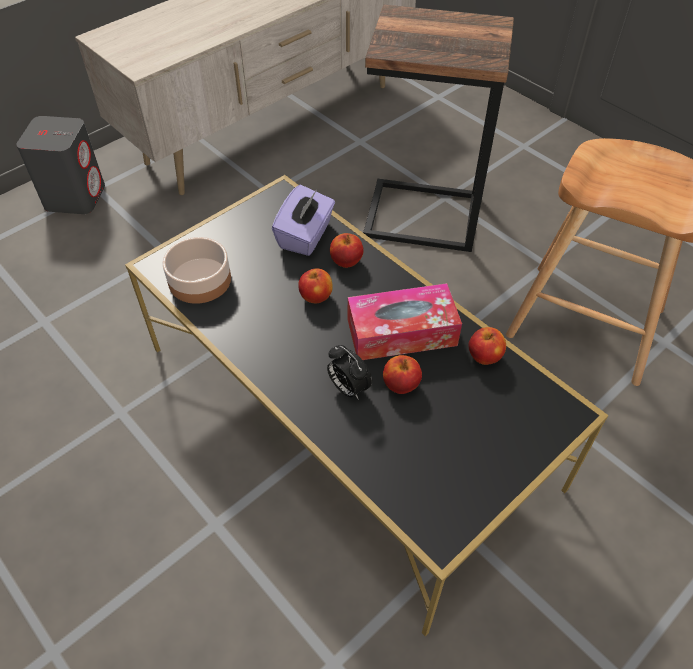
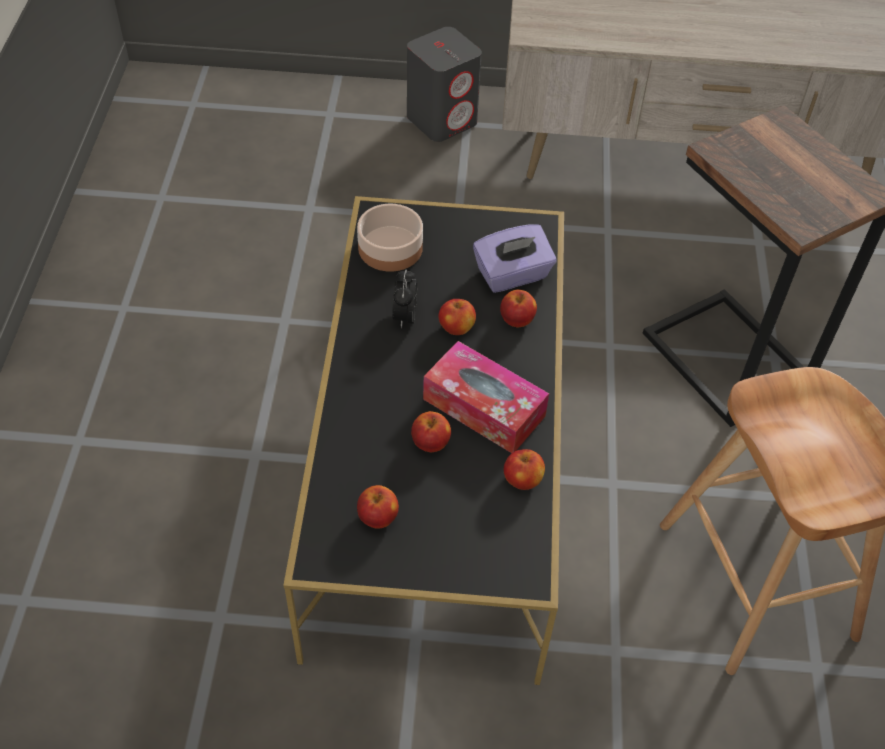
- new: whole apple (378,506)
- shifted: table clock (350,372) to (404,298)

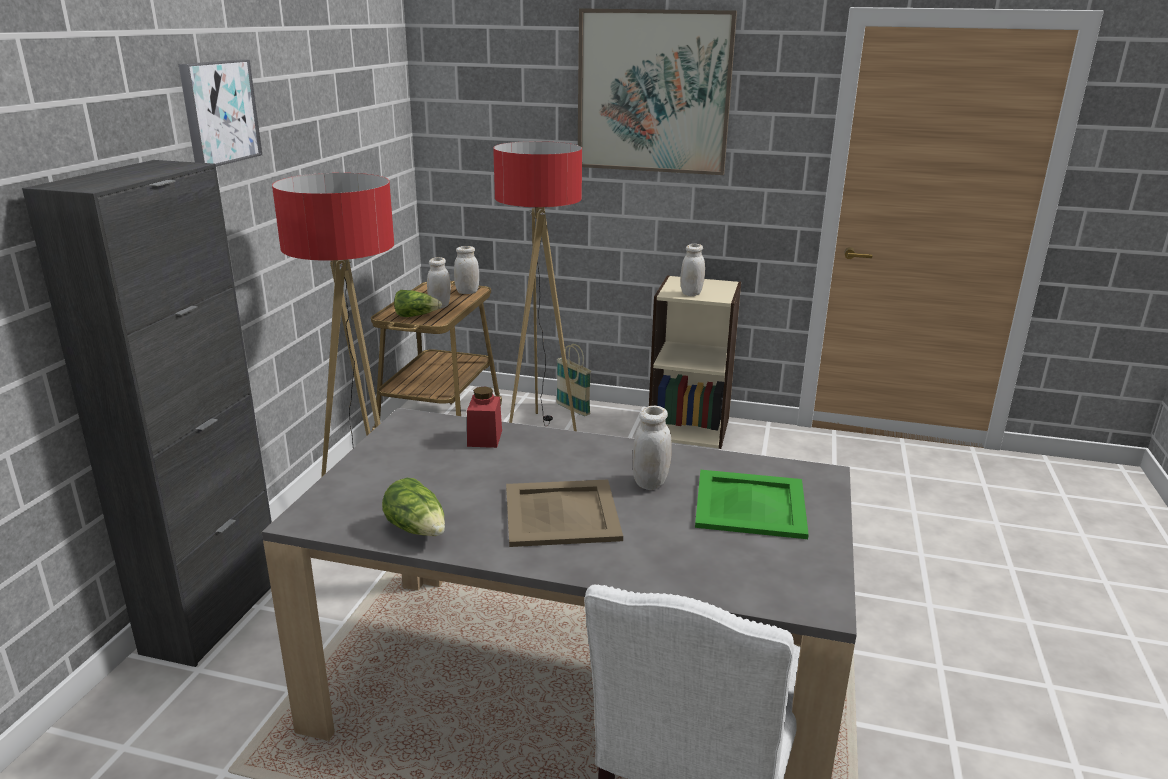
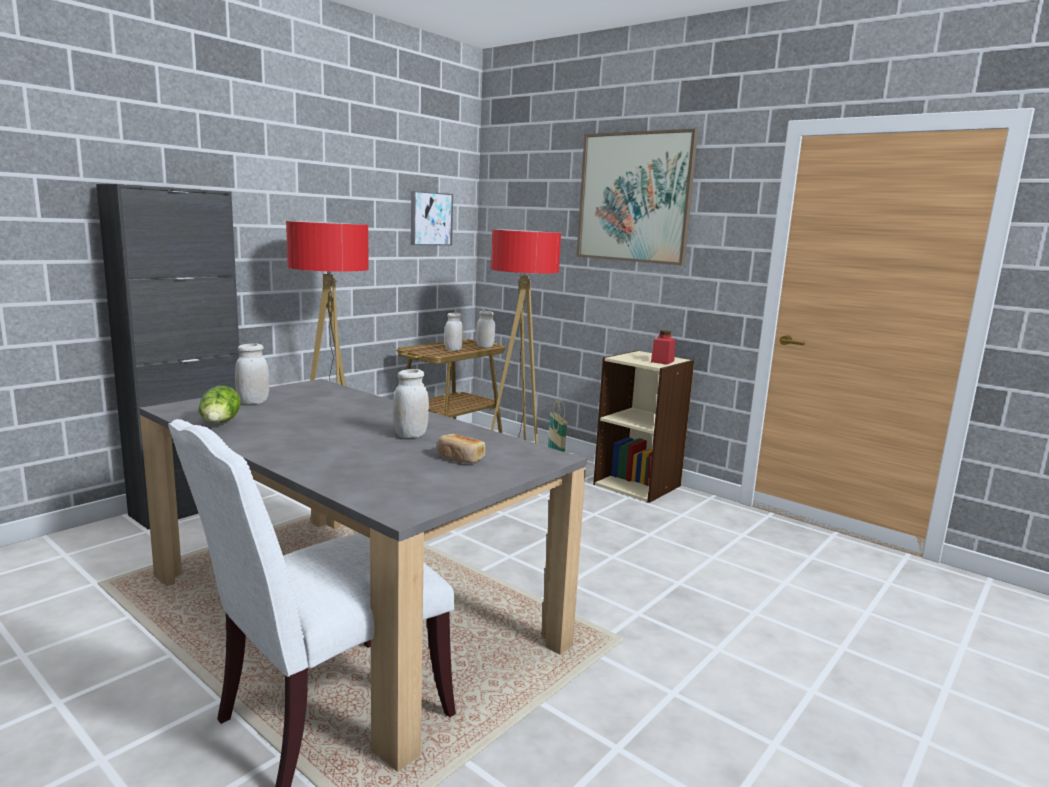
- gone: lettuce head (418,303)
- gone: beige serving tray (564,513)
- shifted: wall picture (220,113) to (432,218)
- shifted: reddish jar (484,417) to (663,347)
- shifted: whitish jar (693,270) to (252,373)
- swapped: greenish serving tray (752,504) to bread (461,448)

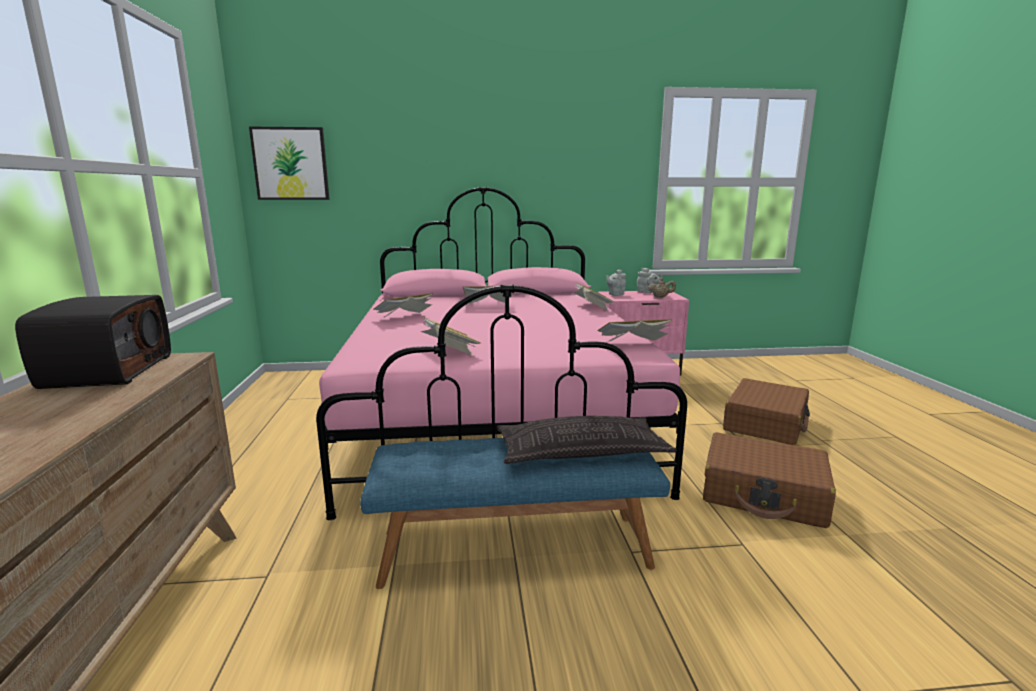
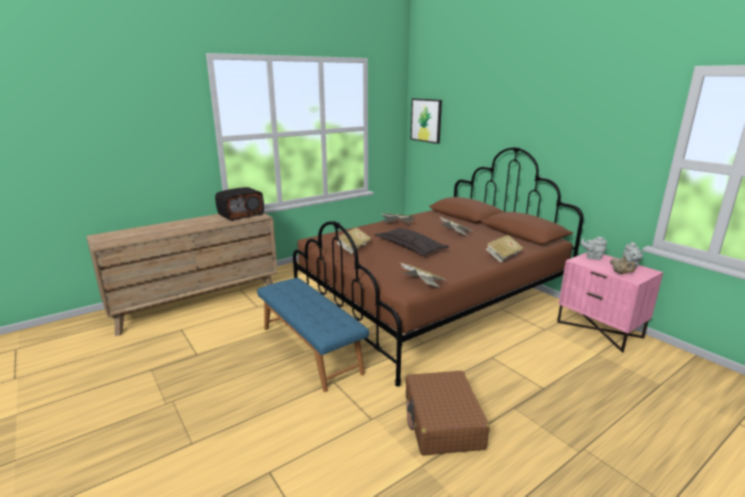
- gone: brown piece of luggage (766,411)
- shifted: throw pillow (587,440) to (412,242)
- repainted: pinkish bedroom bed (501,353) to brown bedroom bed (438,267)

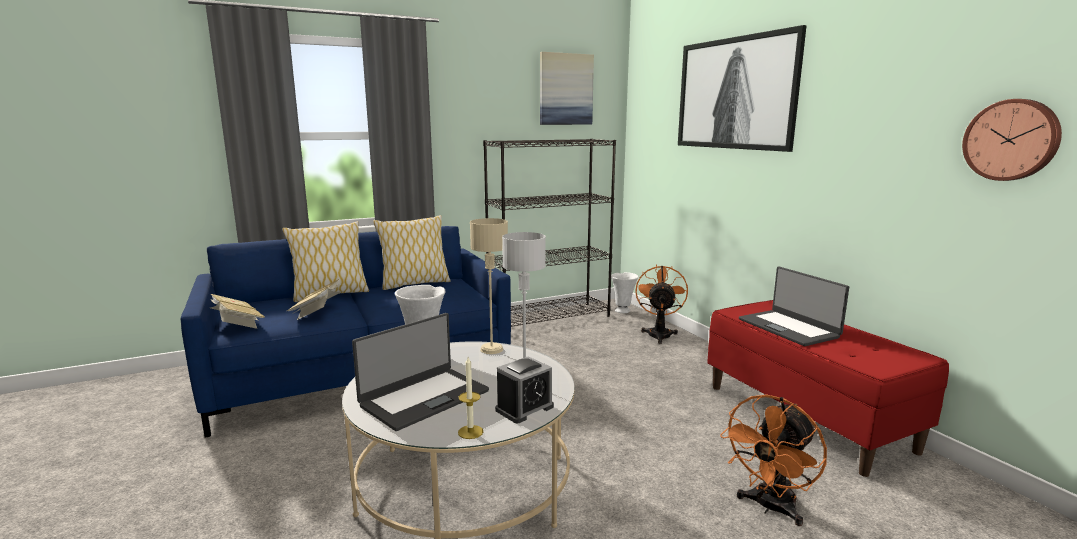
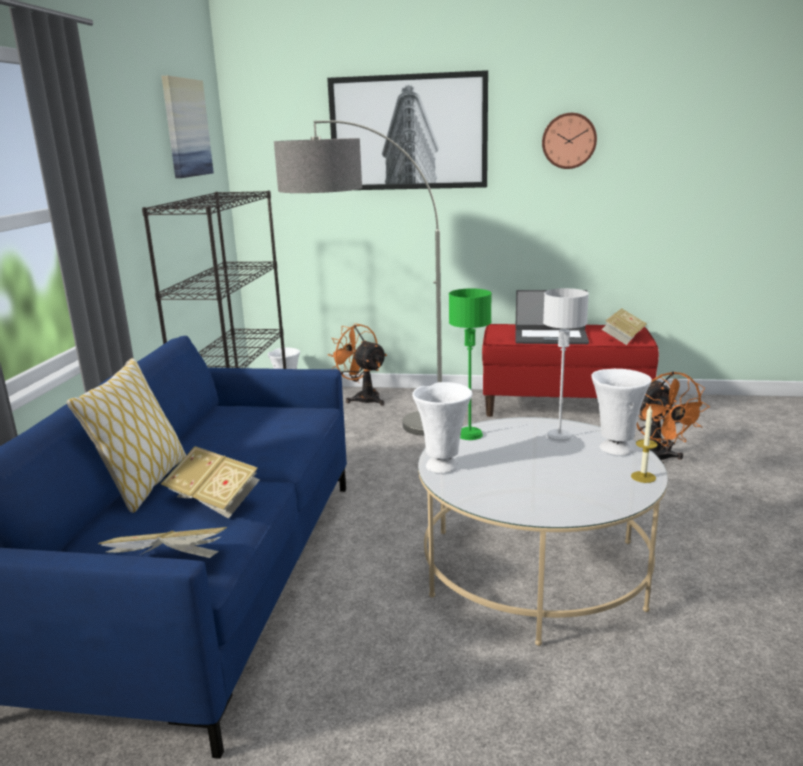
- gone: portable computer (420,372)
- gone: throw pillow (412,252)
- new: floor lamp (358,278)
- new: volume (624,326)
- shifted: clock on the wall (1012,140) to (569,141)
- swapped: table clock (524,390) to whitish flower vase (621,412)
- repainted: beige tabletop lamp (489,286) to greenish tabletop lamp (470,364)

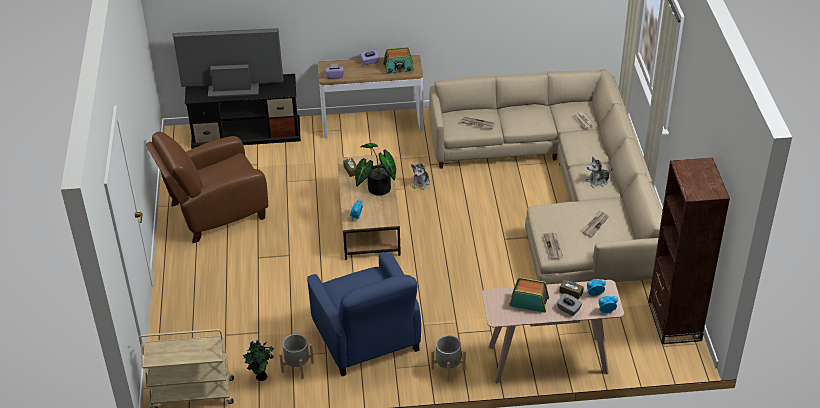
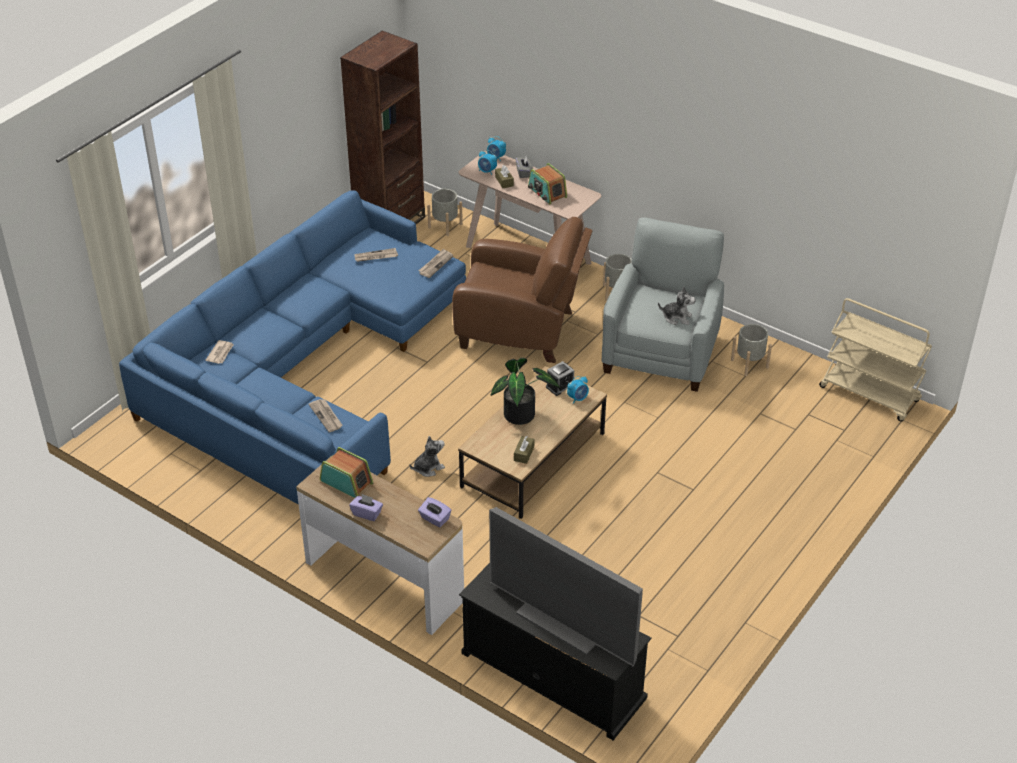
- gone: houseplant (258,360)
- new: grey flower pot (445,212)
- new: table clock (560,378)
- shifted: brown easy chair (207,187) to (522,290)
- shifted: soft toy (599,172) to (677,306)
- repainted: blue easy chair (364,314) to grey easy chair (663,304)
- repainted: beige settee (545,177) to blue settee (292,348)

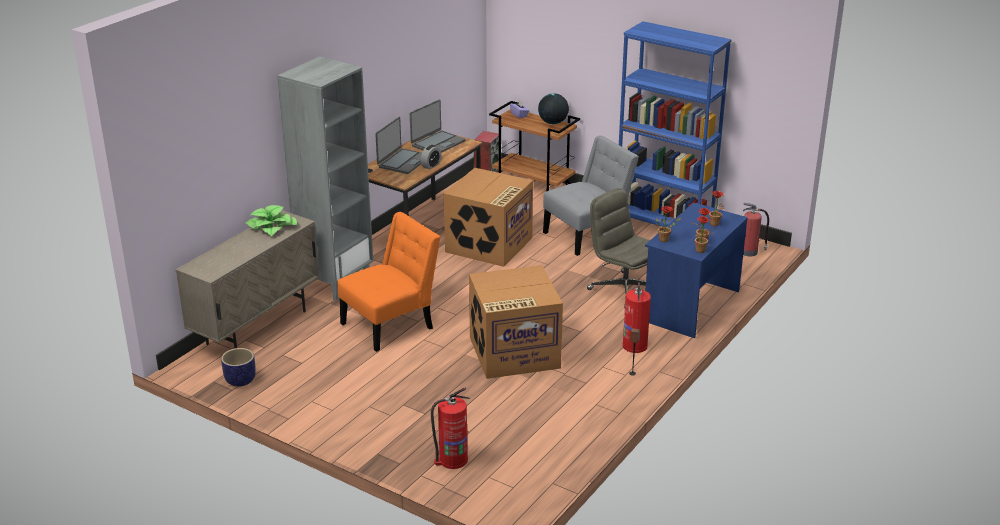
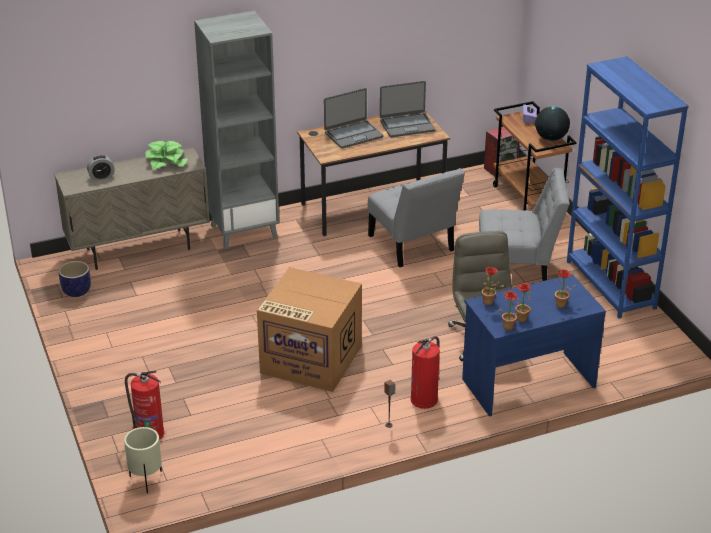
- gone: orange chair (388,282)
- gone: fire extinguisher (756,229)
- new: beige flower pot (143,460)
- shifted: table clock (431,157) to (101,168)
- swapped: cardboard box (488,217) to grey chair (416,217)

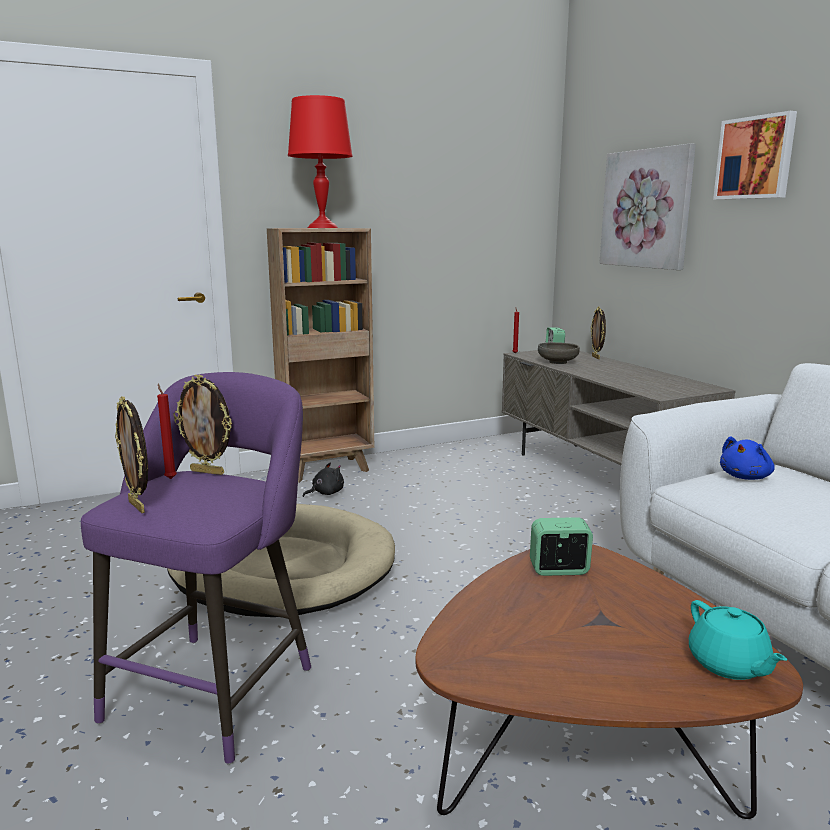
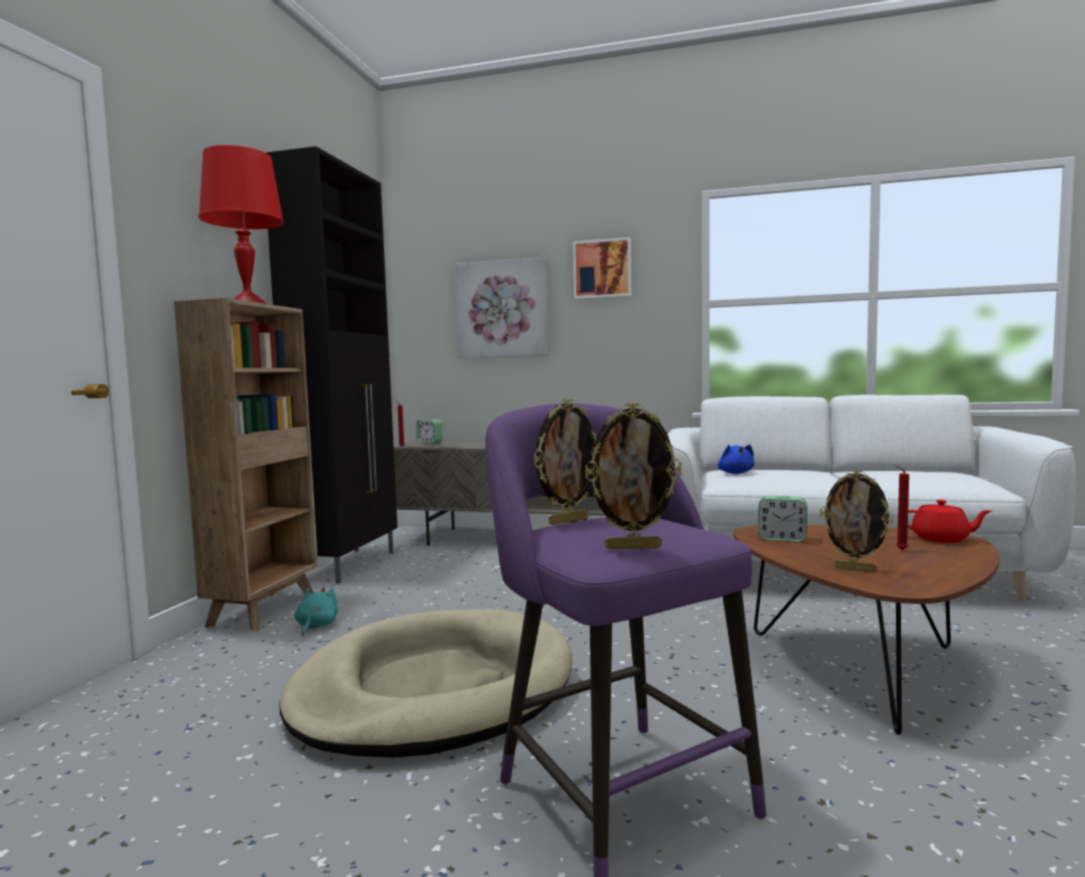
- gone: grey deep dish (559,353)
- new: black-coloured storage cabinet (331,365)
- shifted: reddish candle (167,431) to (902,507)
- shifted: standing frame (598,333) to (857,521)
- repainted: black-coloured soft toy (323,480) to turquoise-coloured soft toy (316,611)
- repainted: turquoise-coloured pot for tea (738,640) to reddish pot for tea (950,521)
- rotated: table clock (561,546) = (782,519) 105 degrees counterclockwise

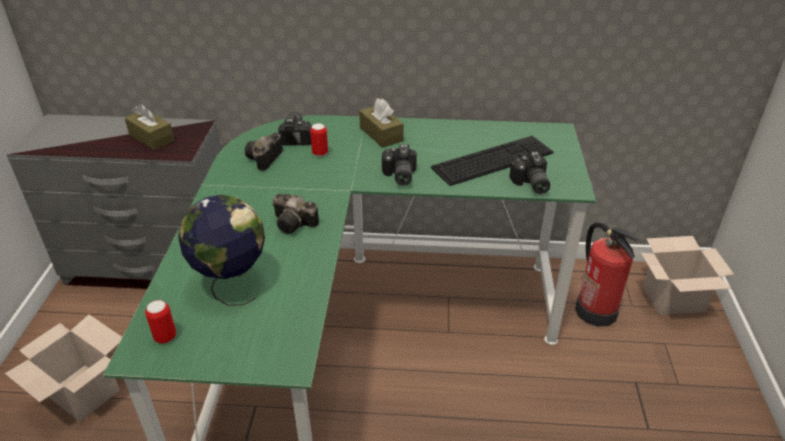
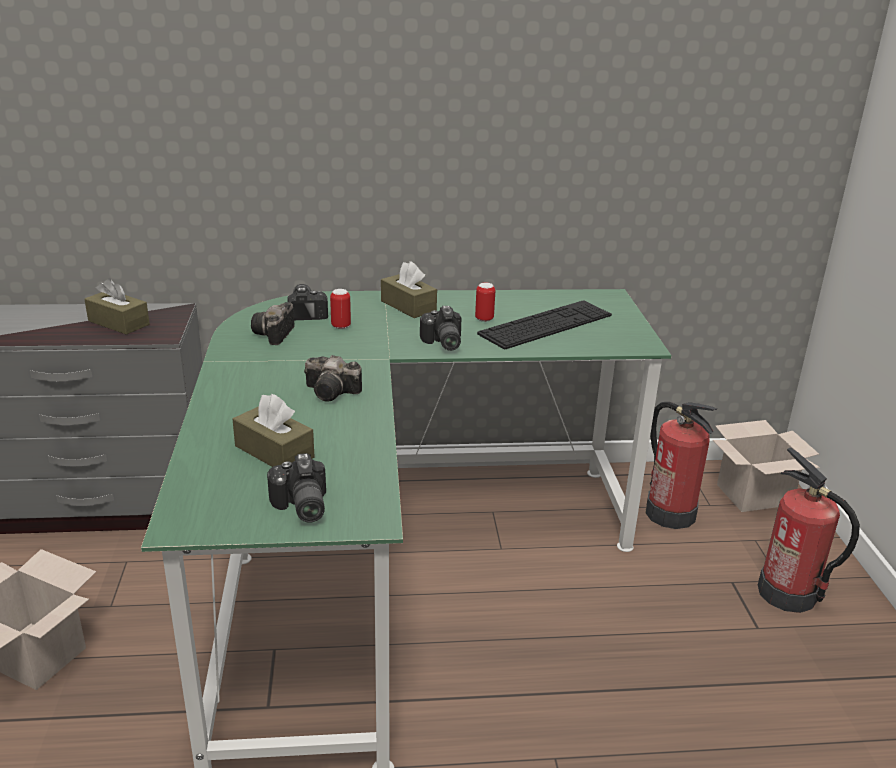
- new: fire extinguisher (809,530)
- shifted: metal can (160,321) to (485,302)
- shifted: photo camera (529,173) to (296,488)
- swapped: desk globe (221,250) to brown box of tissues (273,430)

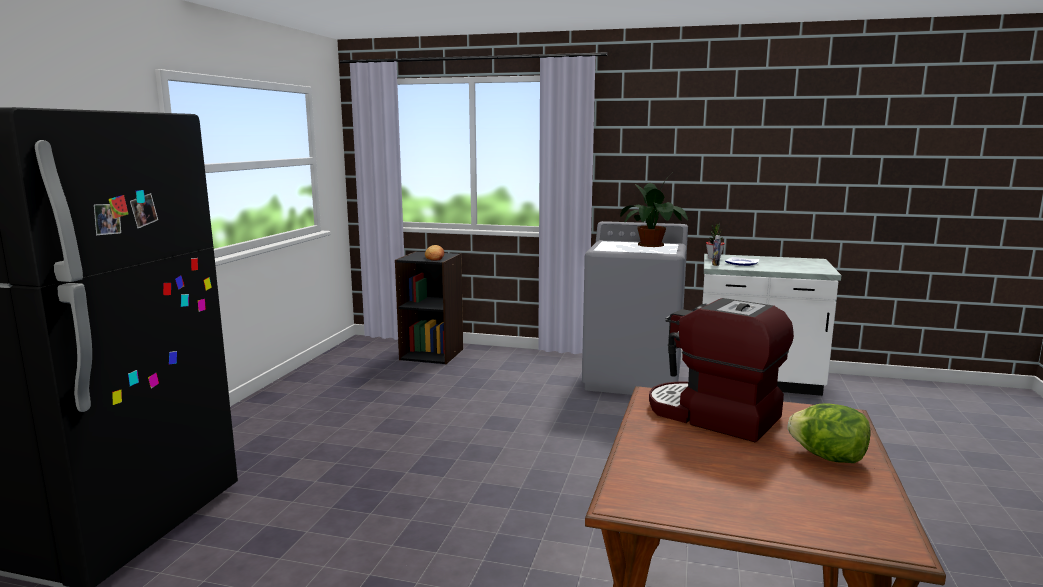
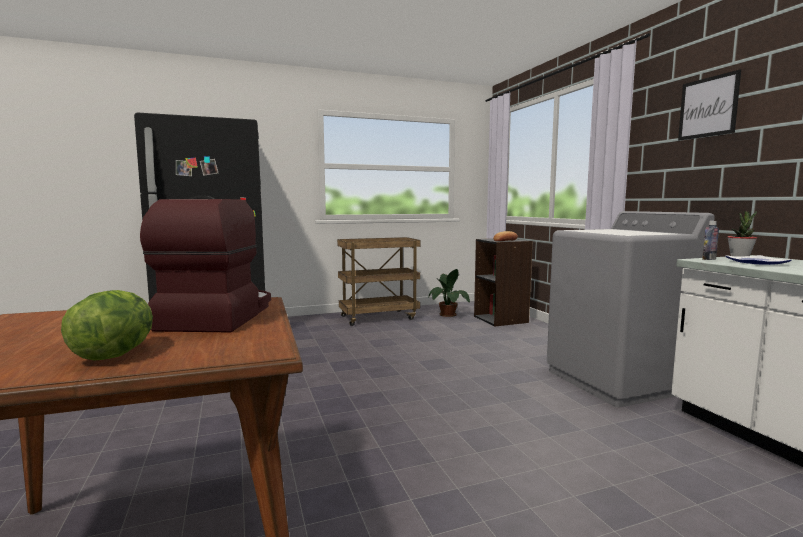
- new: brown cart (379,281)
- new: wall picture (709,105)
- shifted: houseplant (654,210) to (449,293)

